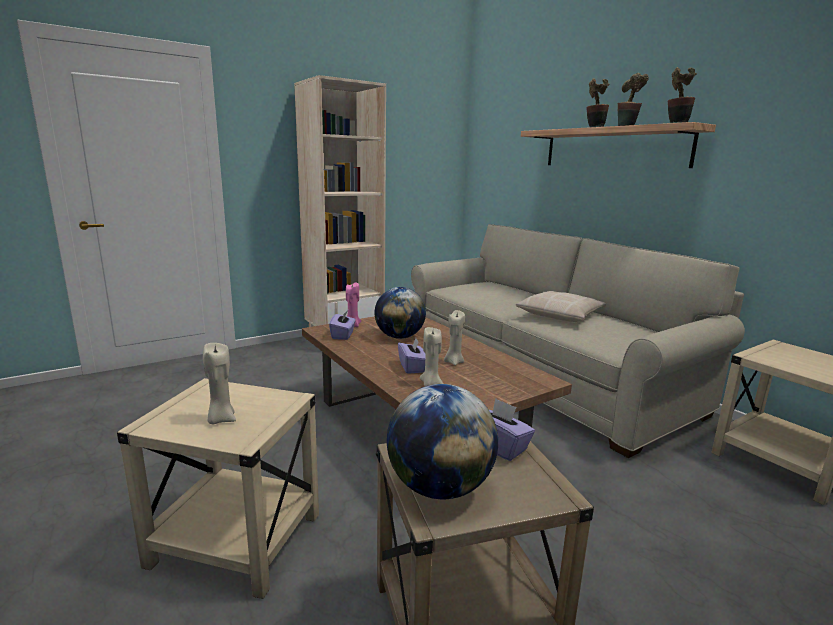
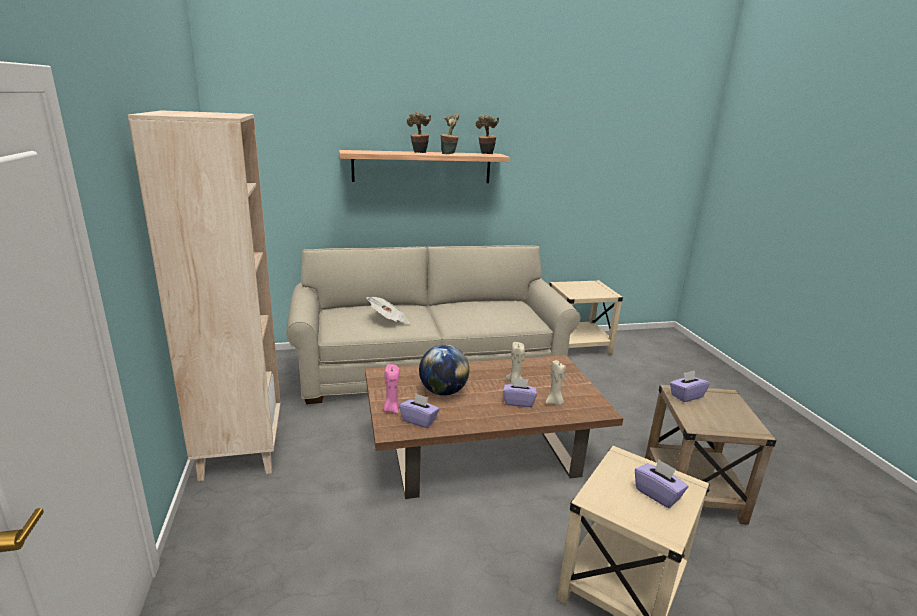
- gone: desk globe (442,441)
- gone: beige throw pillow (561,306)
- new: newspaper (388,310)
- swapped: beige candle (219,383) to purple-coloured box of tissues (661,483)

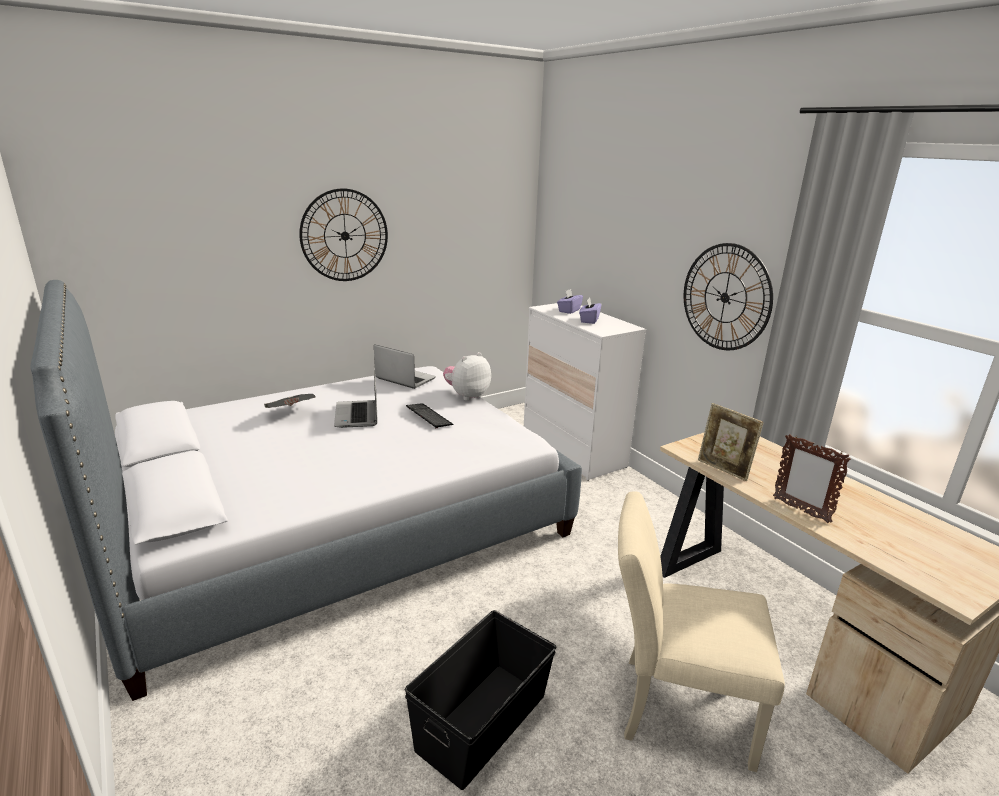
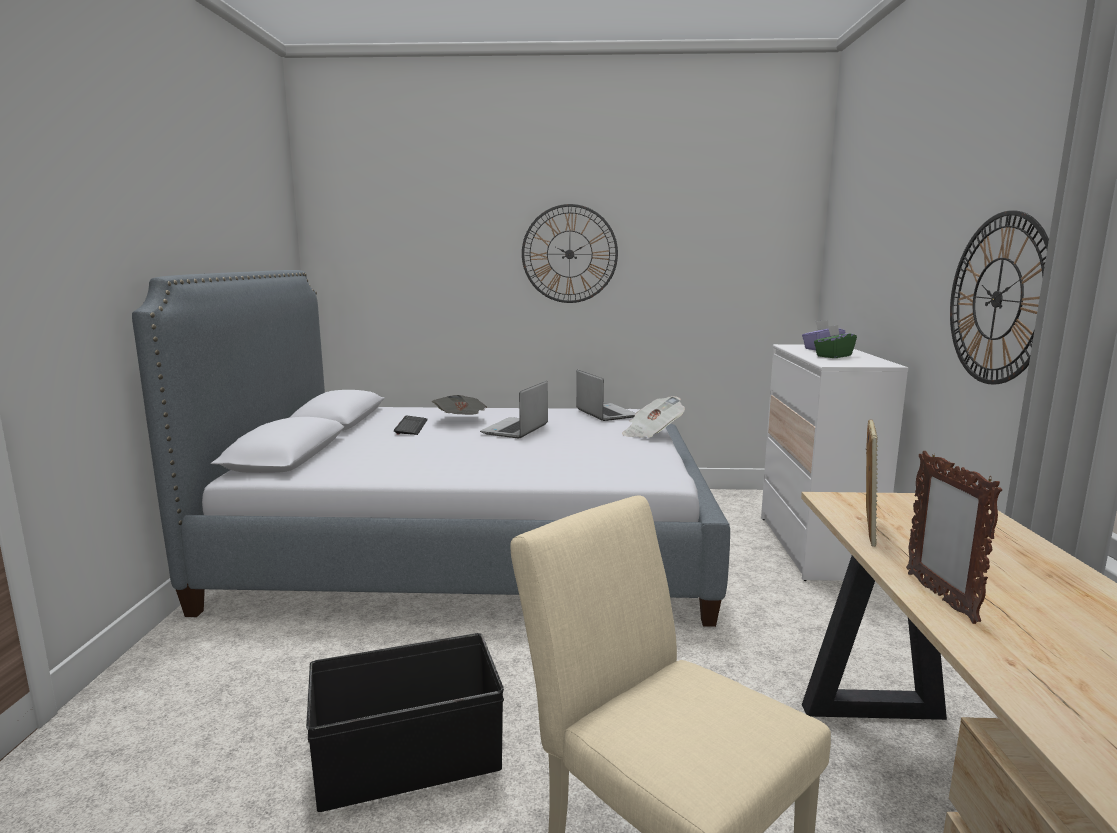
- shifted: keyboard (430,416) to (411,425)
- swapped: soft toy (467,376) to newspaper (653,417)
- repainted: purple-coloured box of tissues (590,311) to greenish box of tissues (835,341)
- rotated: standing frame (731,442) = (872,483) 150 degrees counterclockwise

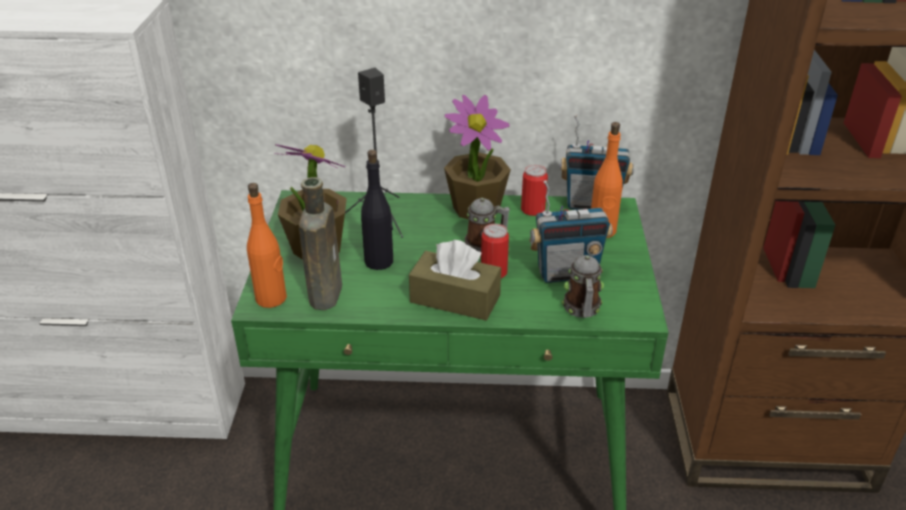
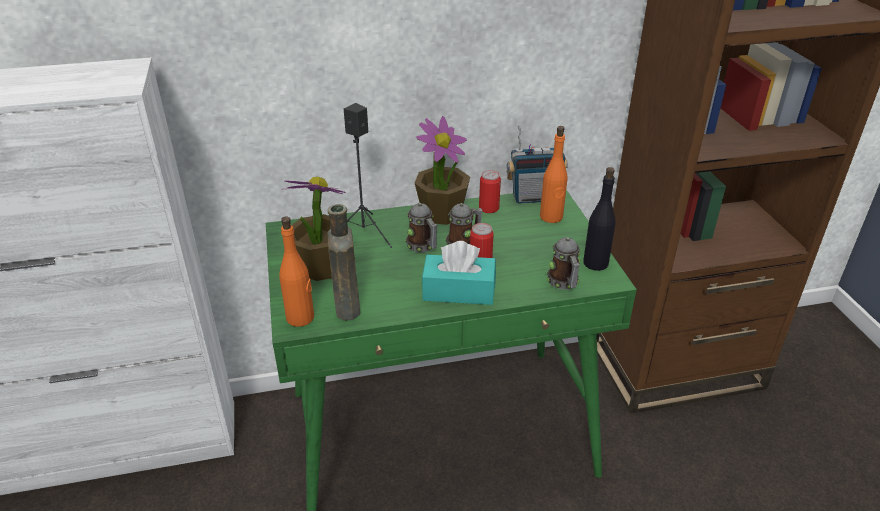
- gone: radio set (571,231)
- new: mug (421,227)
- shifted: black-coloured drink bottle (377,210) to (599,219)
- repainted: brown box of tissues (455,280) to turquoise-coloured box of tissues (459,273)

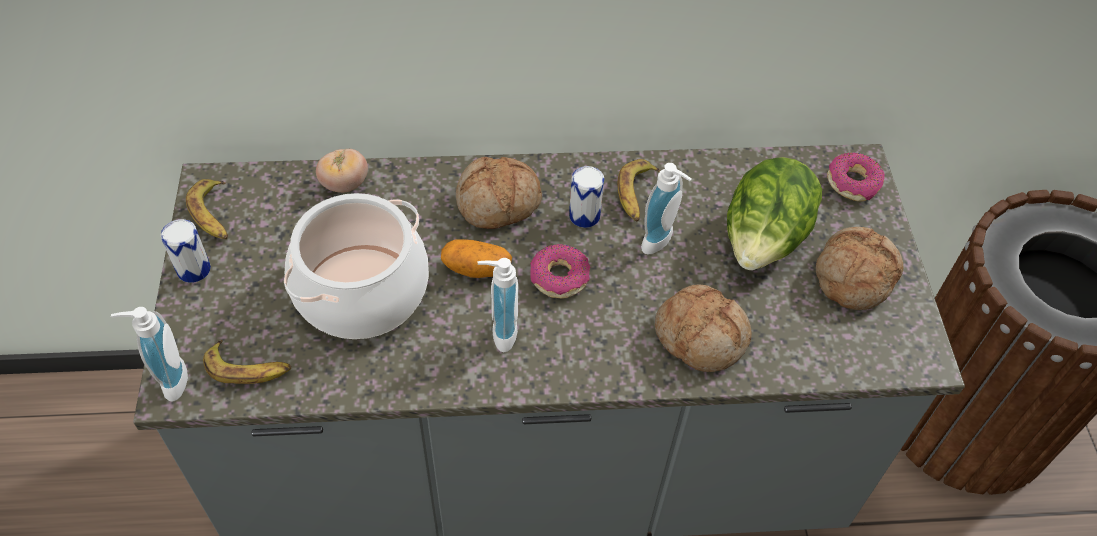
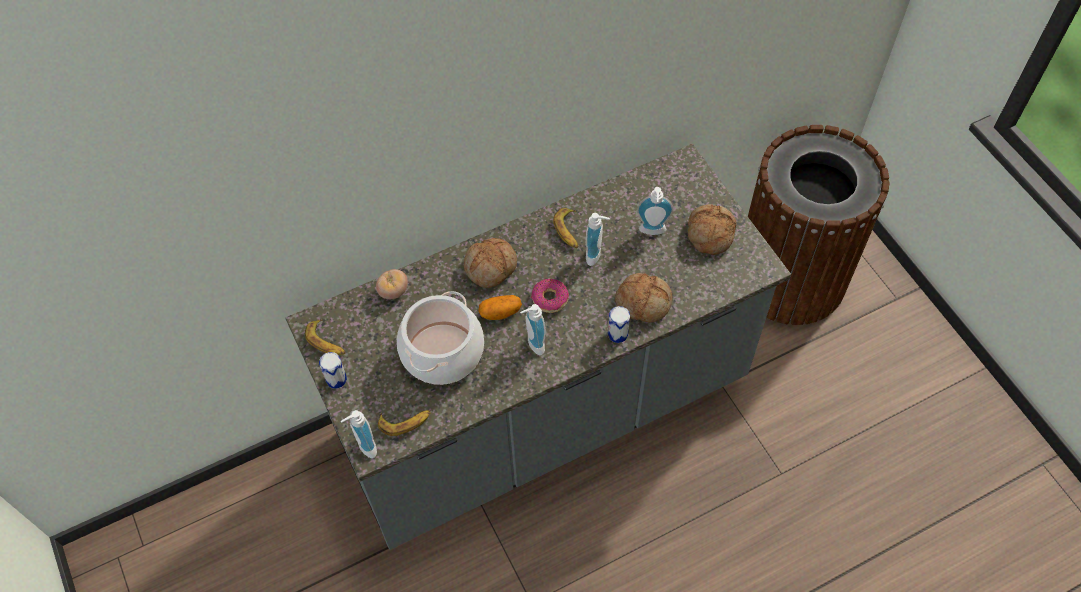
- gone: doughnut (856,177)
- shifted: metal can (586,197) to (619,324)
- swapped: lettuce head (774,213) to soap bottle (655,211)

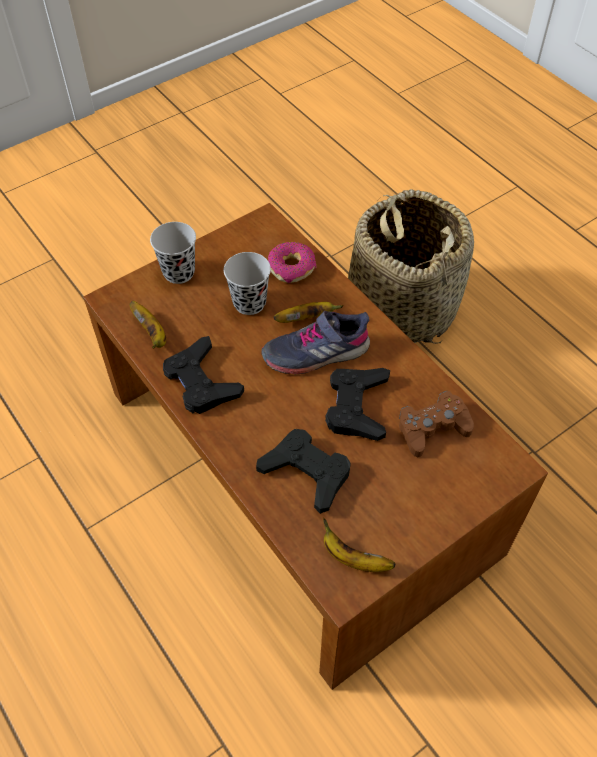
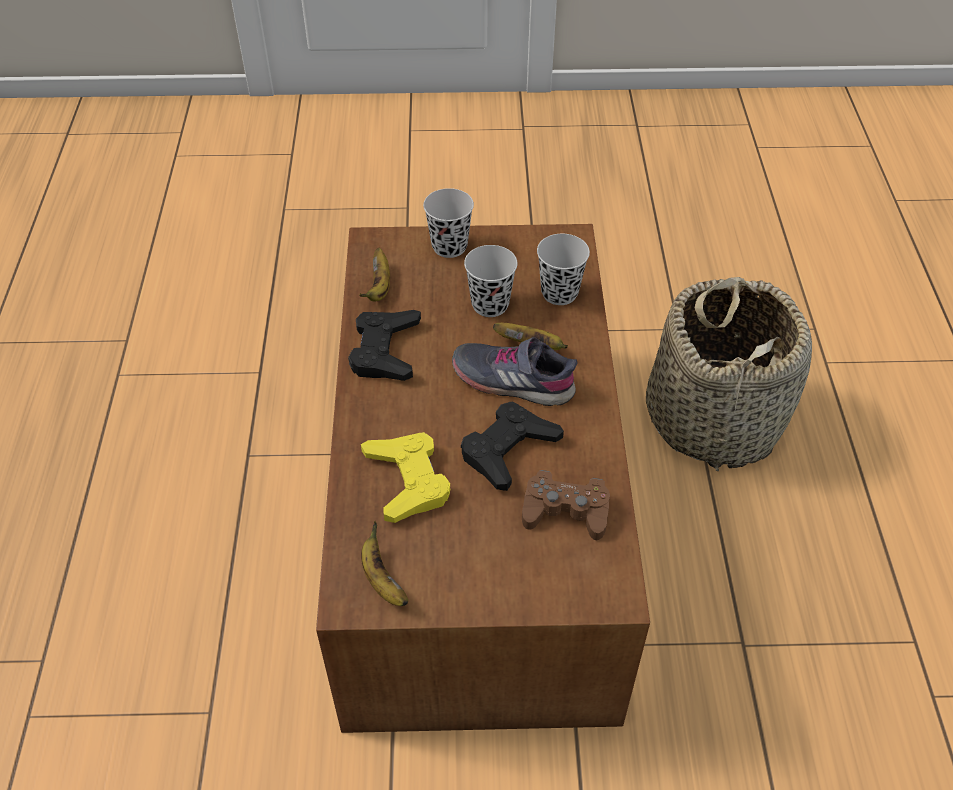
- swapped: doughnut (292,262) to black-coloured small cup (563,269)
- repainted: black-coloured gamepad (303,471) to yellow gamepad (405,477)

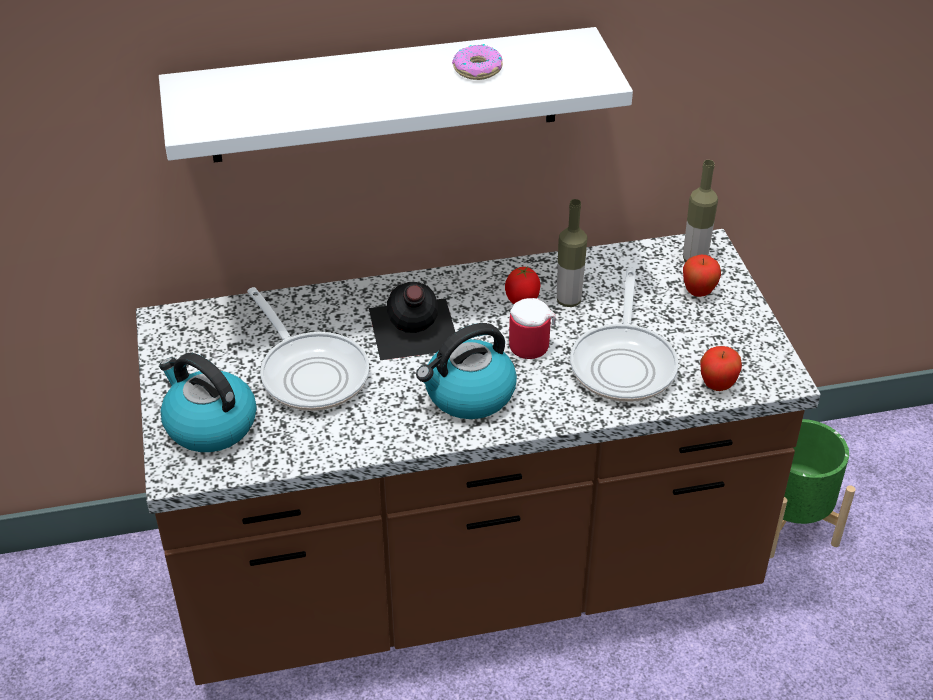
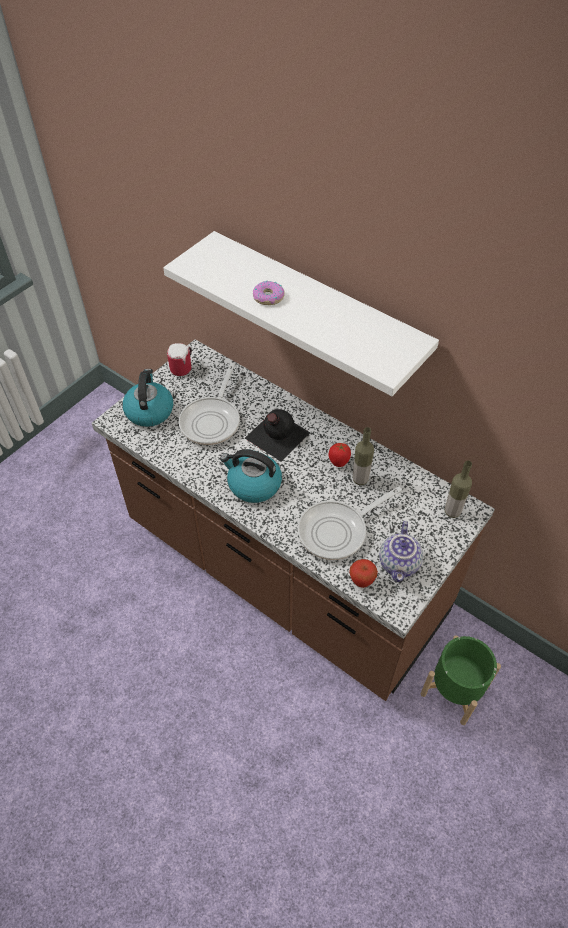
- gone: whole apple (702,276)
- new: pot for tea (401,551)
- shifted: doughnut (477,62) to (269,293)
- shifted: mug (532,328) to (179,359)

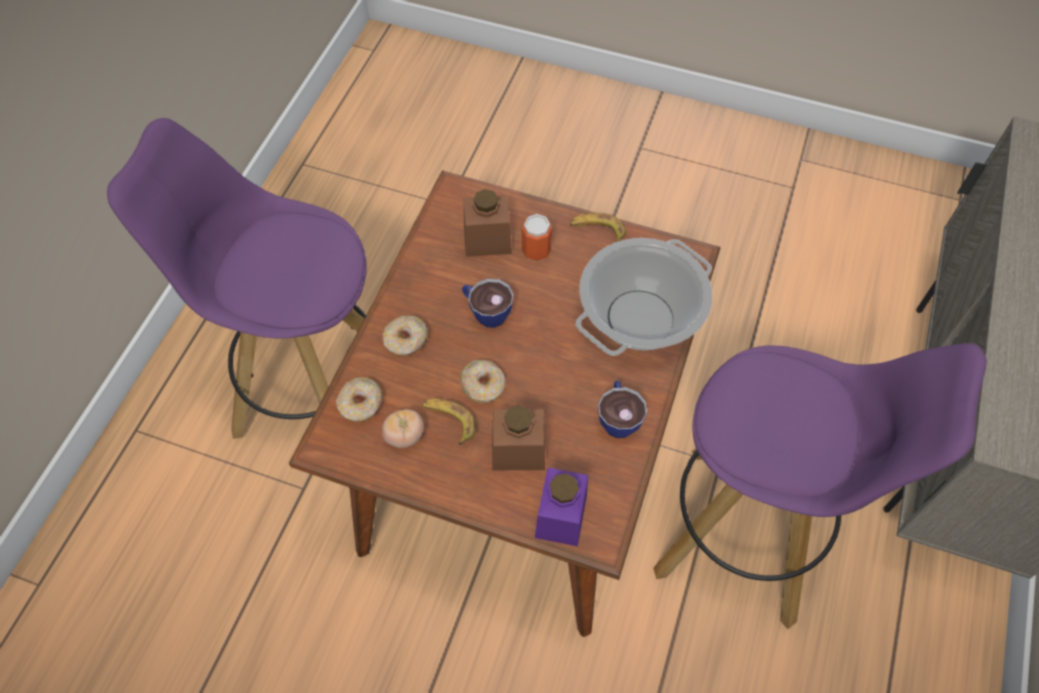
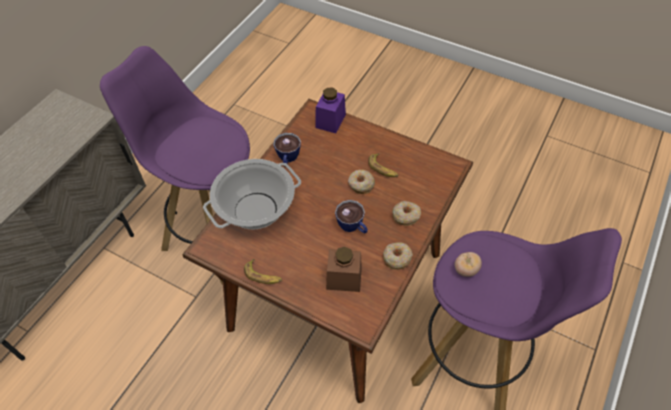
- gone: brown jar (518,437)
- gone: metal can (537,238)
- shifted: doughnut (359,399) to (398,256)
- shifted: fresh tomato (403,428) to (468,264)

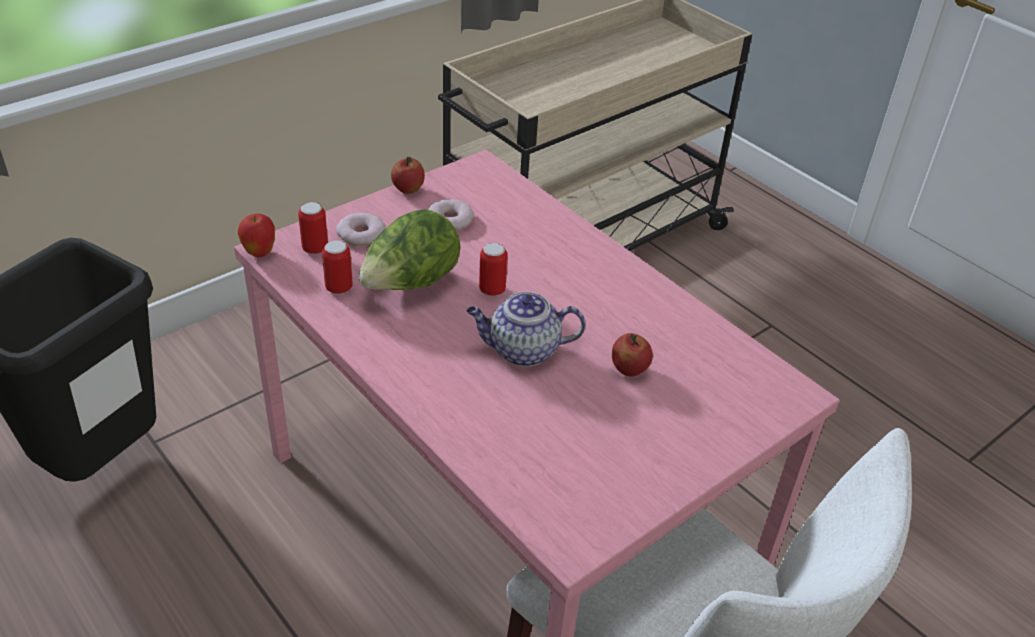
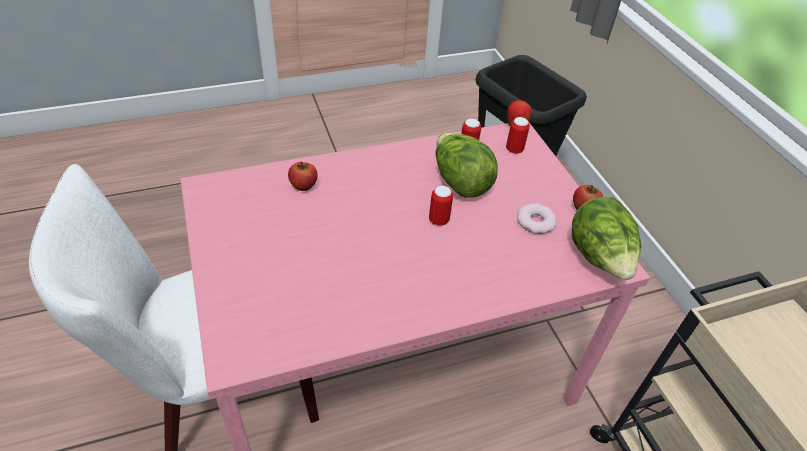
- gone: doughnut (361,229)
- gone: pot for tea (526,329)
- new: lettuce head (606,238)
- shifted: whole apple (632,354) to (303,176)

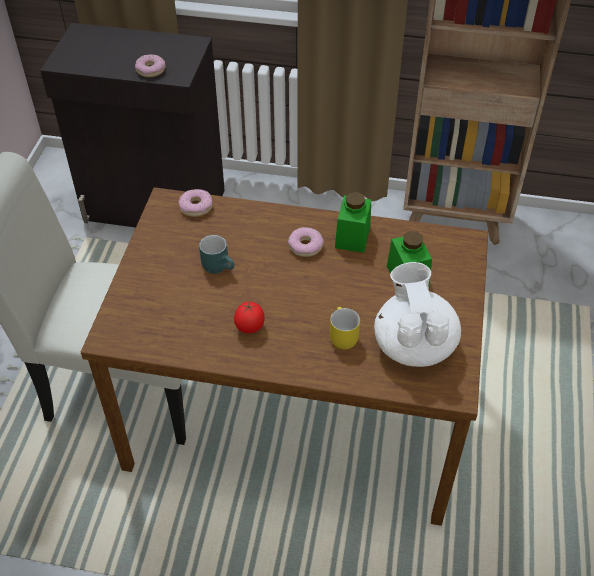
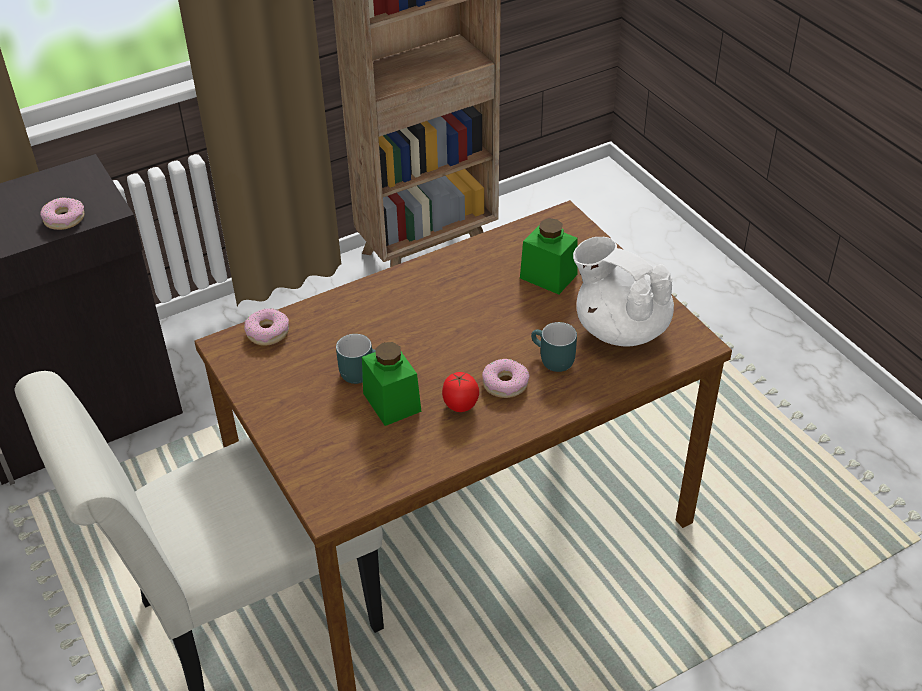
- shifted: doughnut (306,242) to (505,378)
- shifted: greenish jar (353,222) to (391,384)
- repainted: yellow mug (345,328) to turquoise-coloured mug (554,347)

